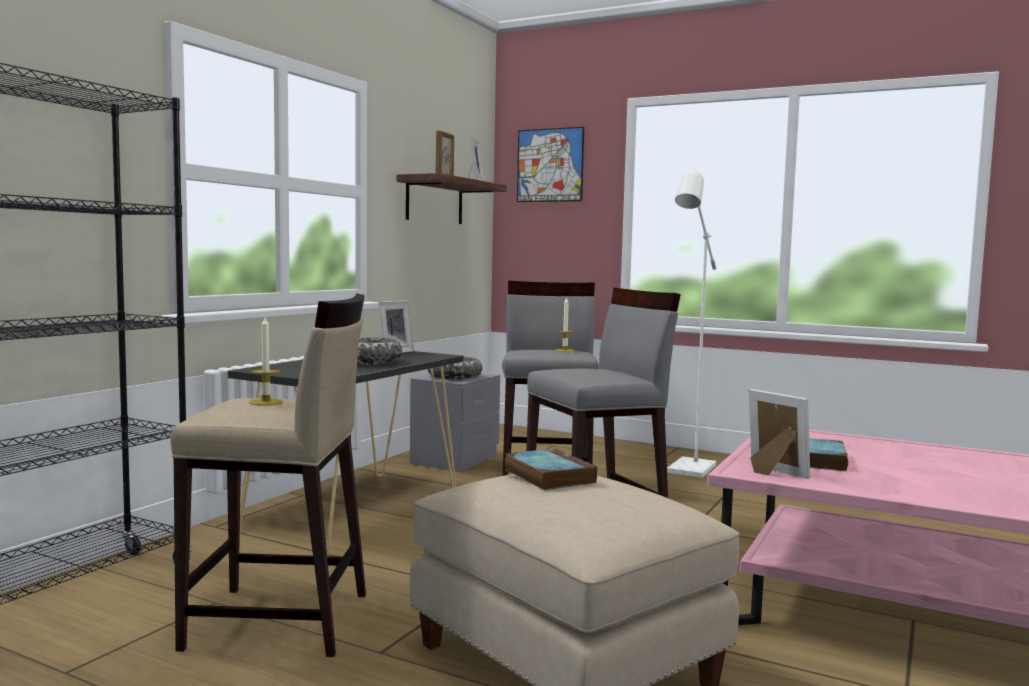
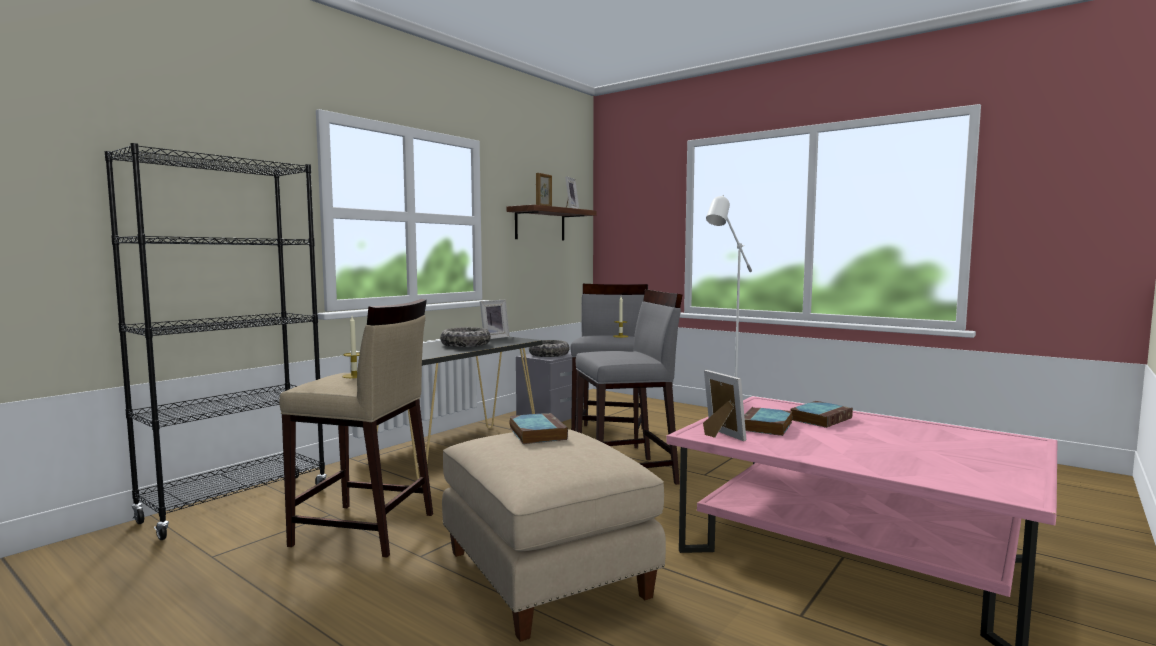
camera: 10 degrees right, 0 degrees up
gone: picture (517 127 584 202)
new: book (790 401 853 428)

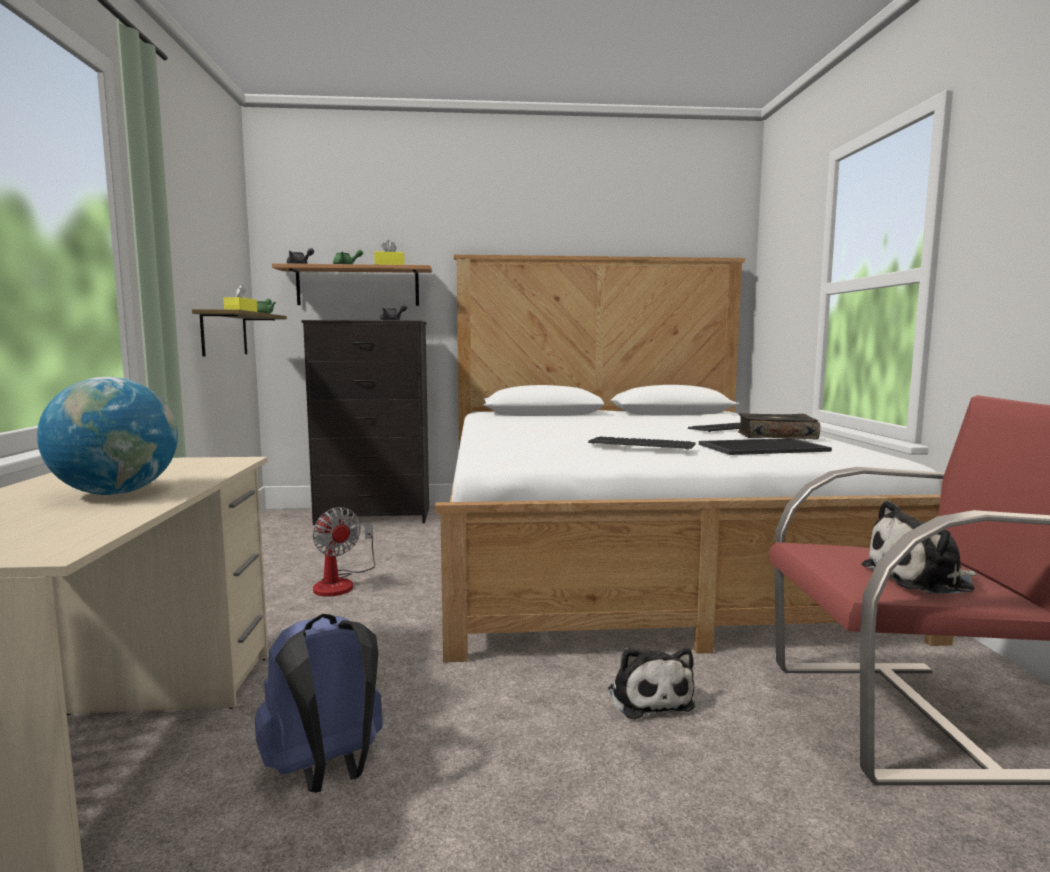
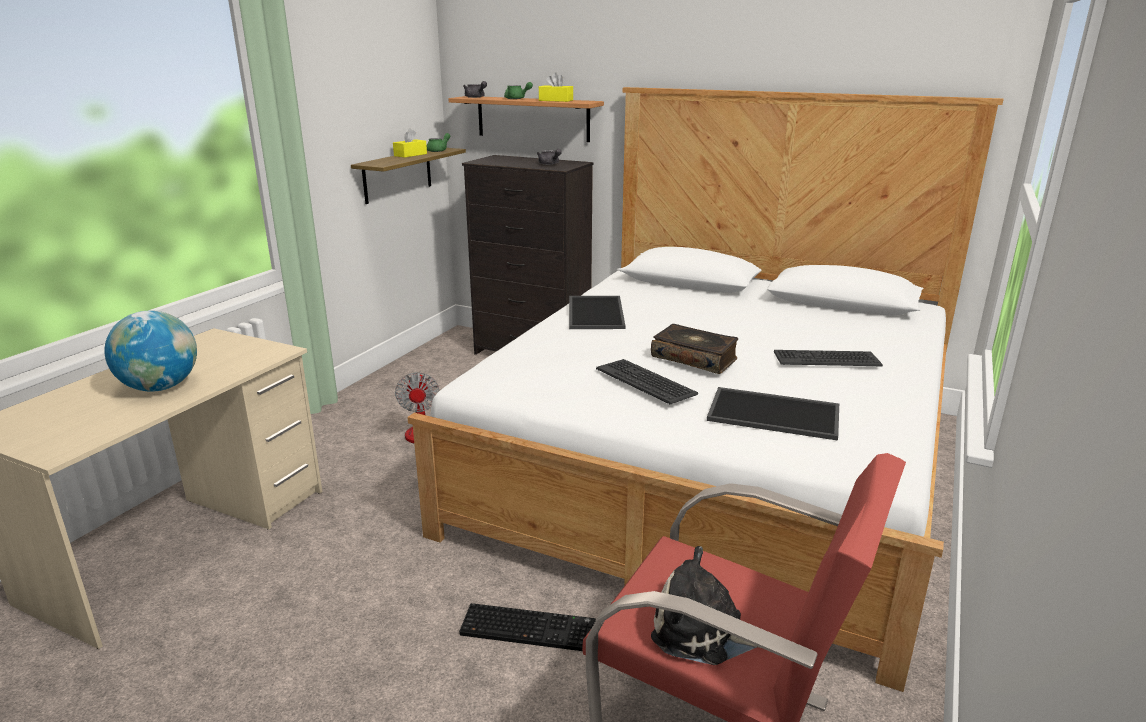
camera: 30 degrees right, 15 degrees up
gone: backpack (blue) (255 614 383 792)
new: tray (569 296 626 329)
shifted: book (737 413 820 440) to (651 324 738 374)
swapped: plush toy (608 648 695 719) to keyboard (459 603 596 651)

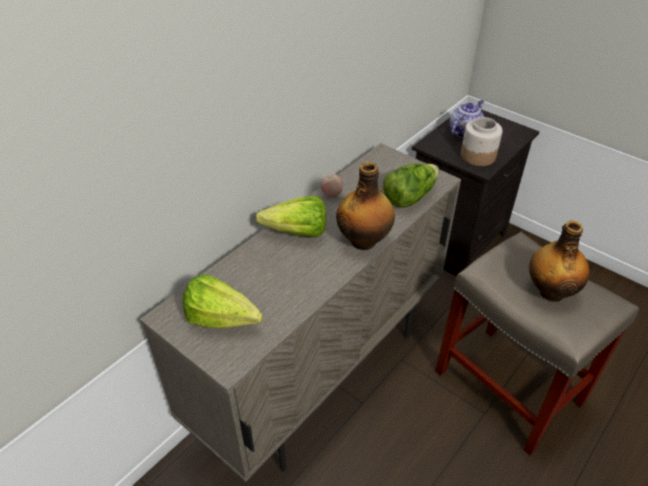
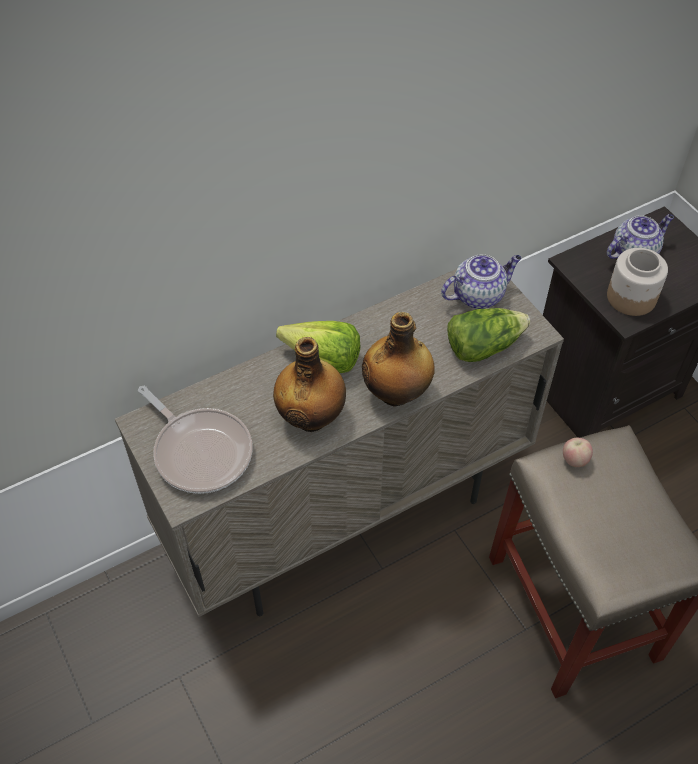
camera: 20 degrees right, 10 degrees up
new: teapot (441 254 522 309)
shifted: bottle (529 220 590 302) to (273 337 346 432); apple (321 175 343 198) to (563 438 593 467)
swapped: lettuce (182 274 263 328) to frying pan (138 386 253 494)

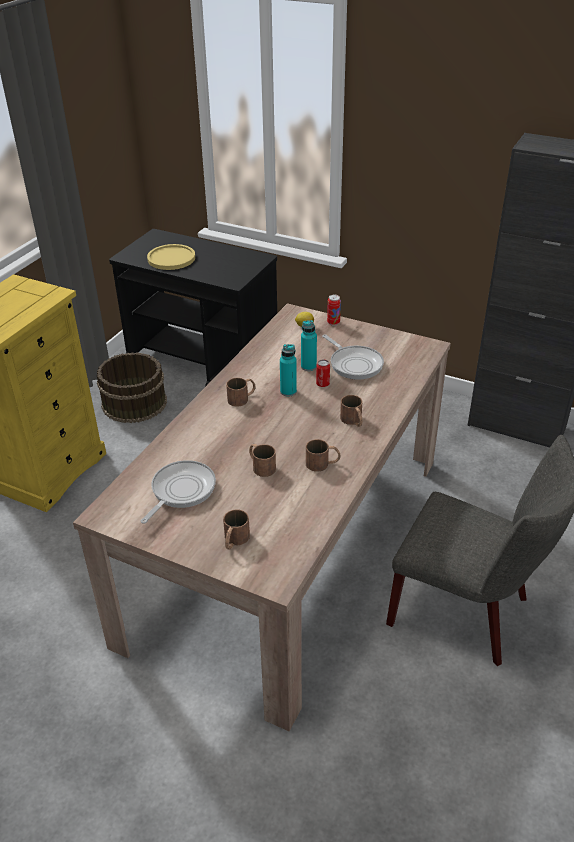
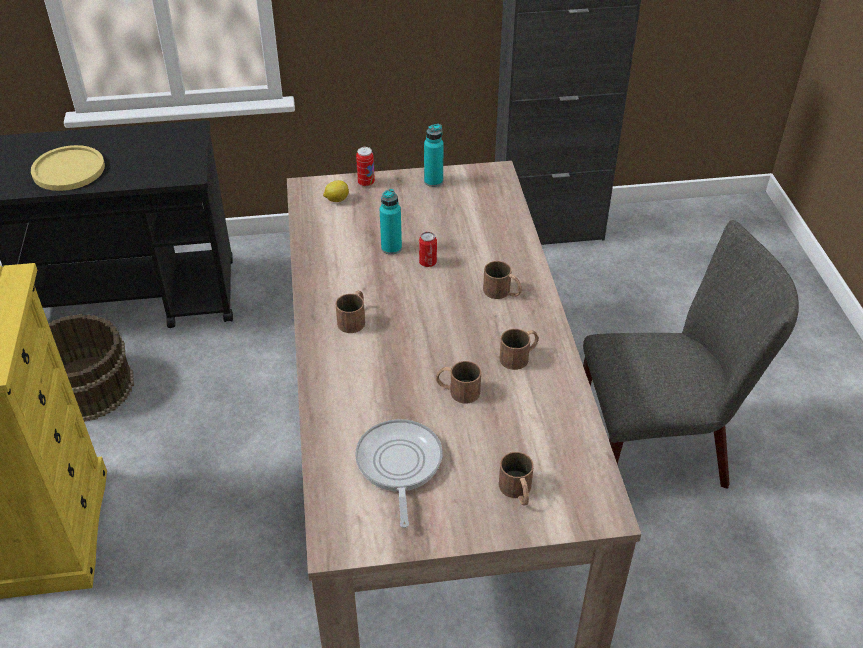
camera: 35 degrees left, 5 degrees up
gone: frying pan (322 334 384 380)
shifted: bottle (turquoise) (280 344 297 397) to (424 124 444 187)

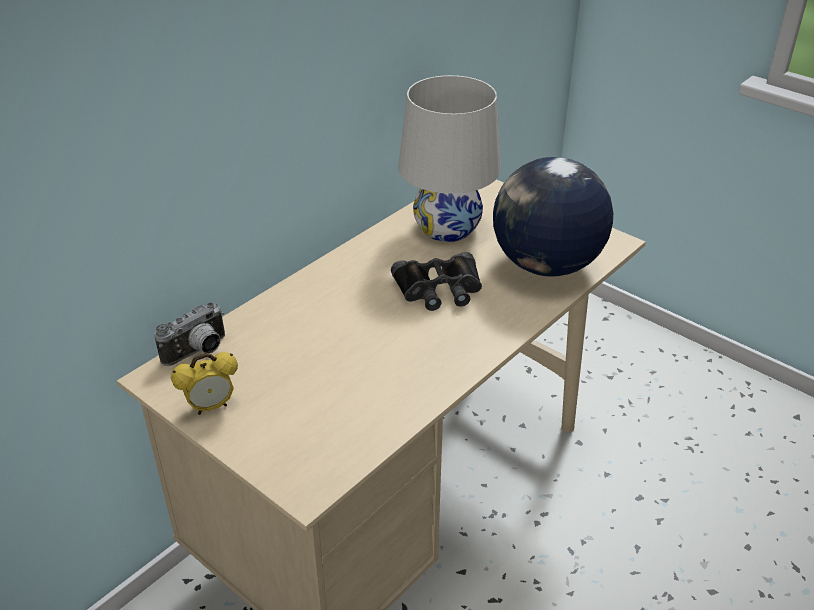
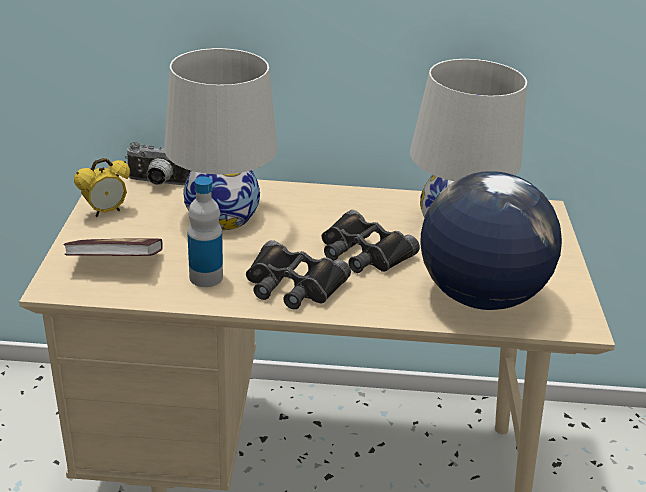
camera: 50 degrees right, 5 degrees down
new: book (63 238 162 256); table lamp (white) (164 48 277 230); bottle (187 177 223 287); binoculars (black) (246 240 351 309)
rotated: alarm clock (171 352 238 415) = (74 158 130 217) 60 degrees counterclockwise

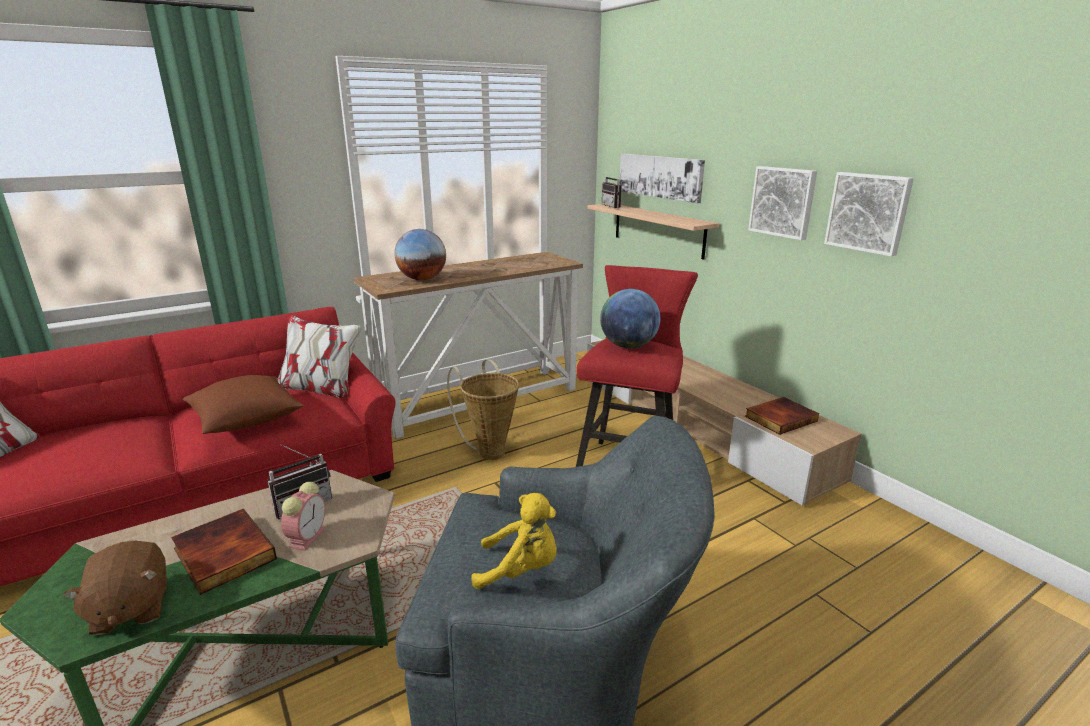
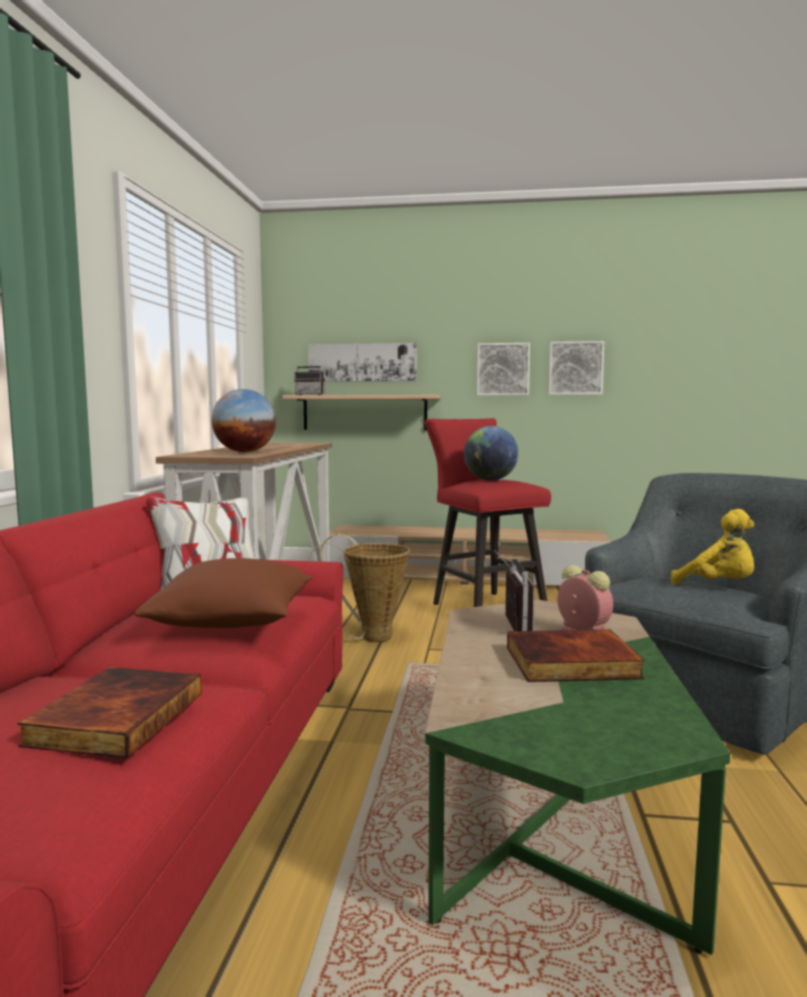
camera: 50 degrees left, 15 degrees down
gone: plush toy (brown) (63 541 167 635)
shifted: book (745 397 819 435) to (17 667 202 758)
rotated: plush toy (yellow) (471 493 557 589) = (671 509 754 585) 90 degrees clockwise

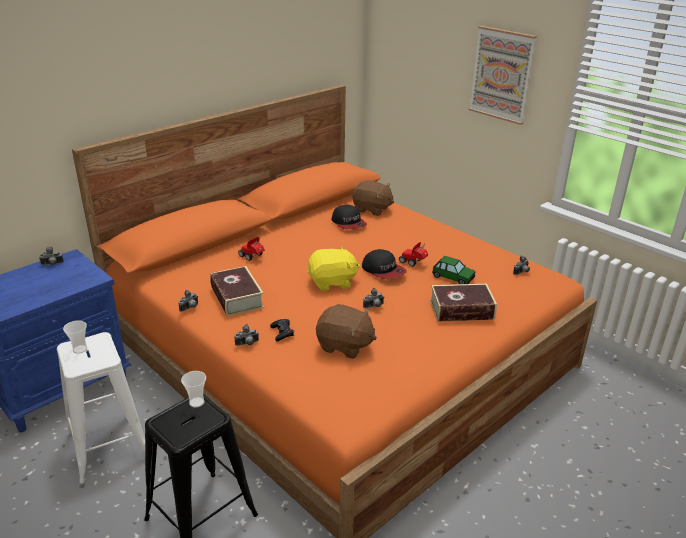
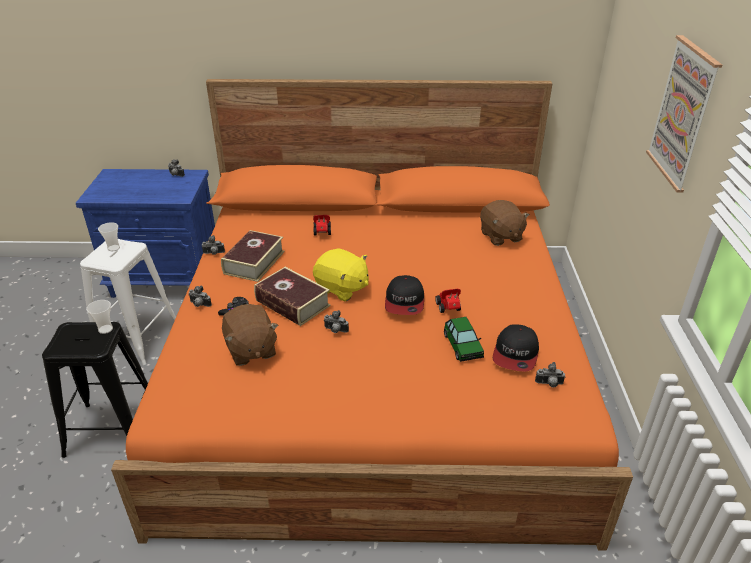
camera: 45 degrees right, 5 degrees up
shifted: book (430 284 497 322) to (254 267 330 326); cap (331 205 367 229) to (493 325 539 372)

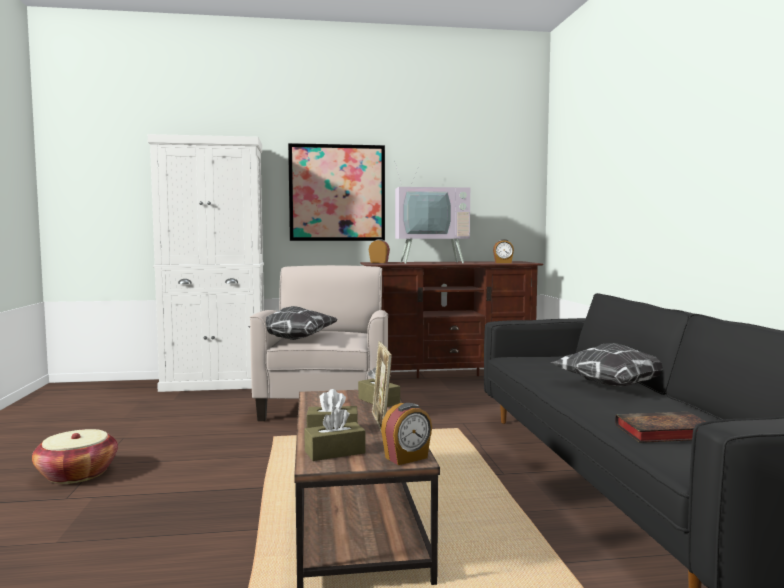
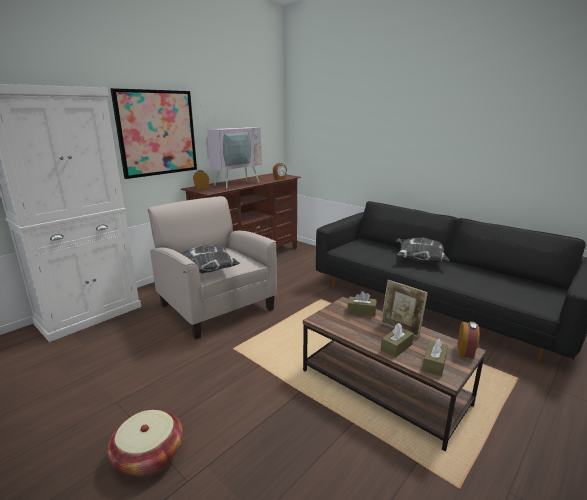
camera: 40 degrees left, 15 degrees up
gone: book (615 412 706 443)

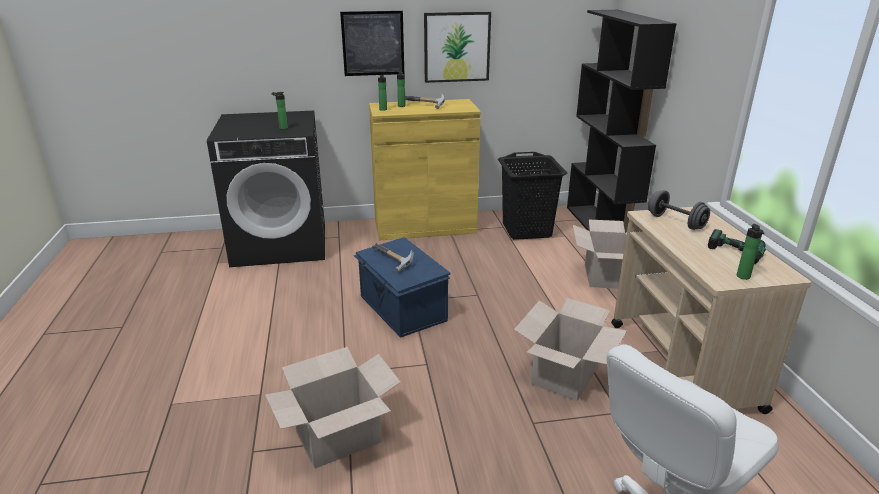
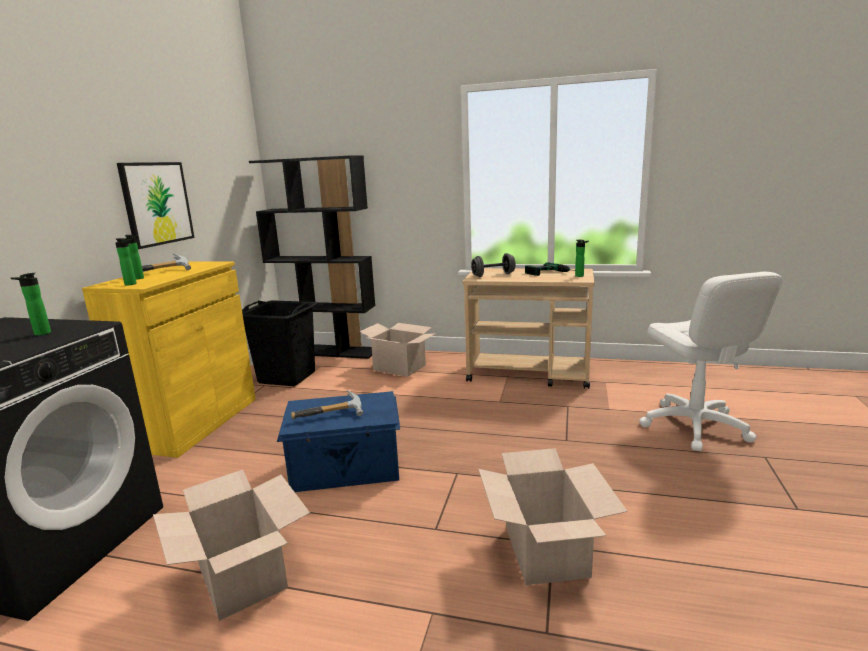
camera: 65 degrees left, 10 degrees down
gone: picture (340 11 404 76)
shifted: cardboard box (514 298 627 401) to (153 470 310 621)

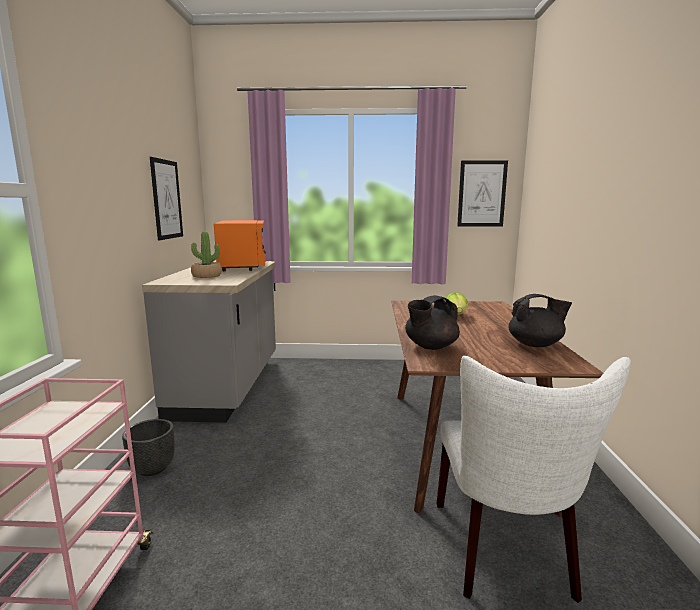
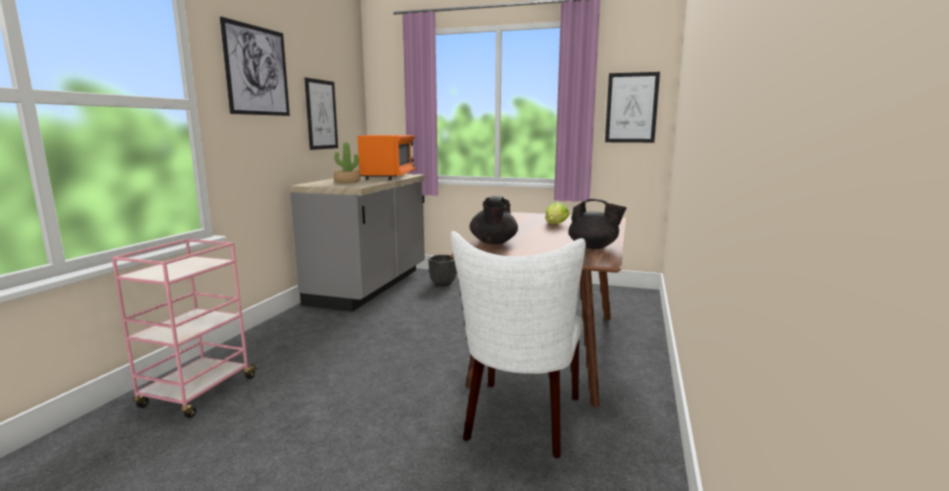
camera: 15 degrees right, 0 degrees up
new: picture (220 17 290 116)
shifted: planter (black) (122 419 175 476) to (428 255 457 286)
rotated: teapot (black) (405 295 460 350) = (470 196 518 244) 60 degrees counterclockwise

